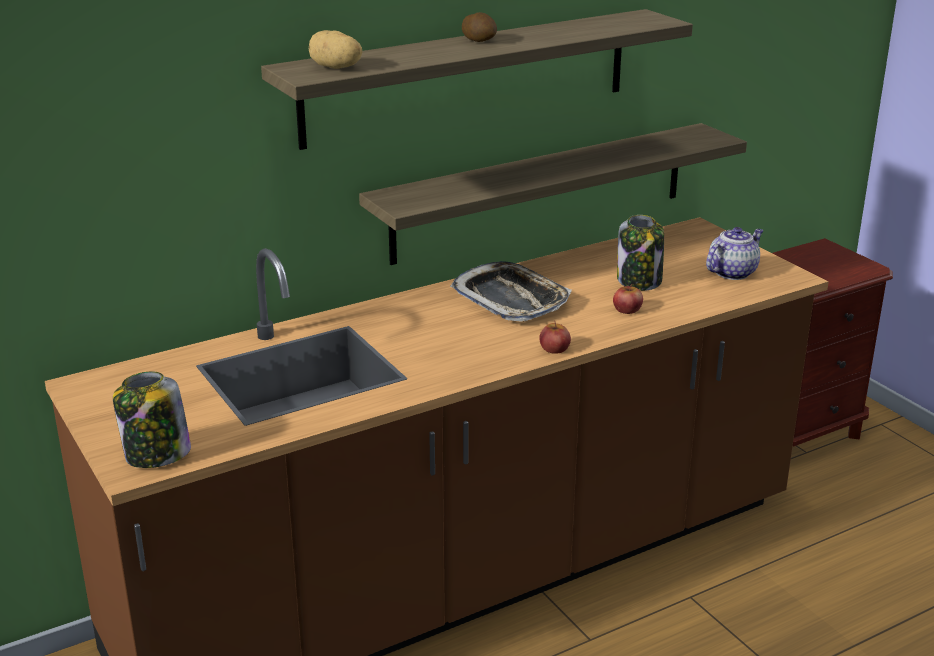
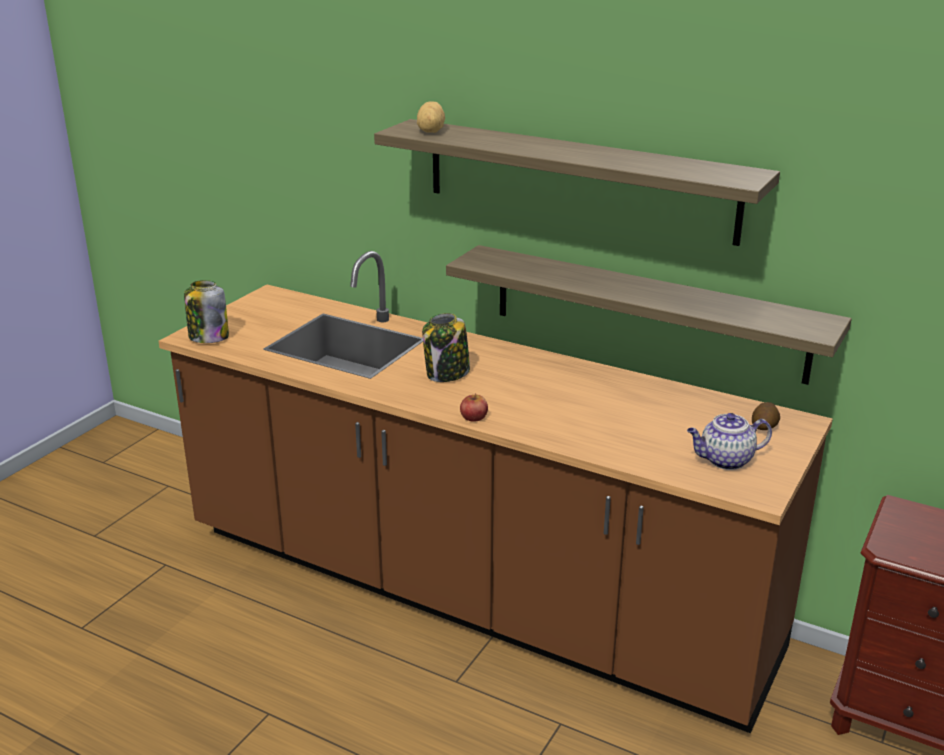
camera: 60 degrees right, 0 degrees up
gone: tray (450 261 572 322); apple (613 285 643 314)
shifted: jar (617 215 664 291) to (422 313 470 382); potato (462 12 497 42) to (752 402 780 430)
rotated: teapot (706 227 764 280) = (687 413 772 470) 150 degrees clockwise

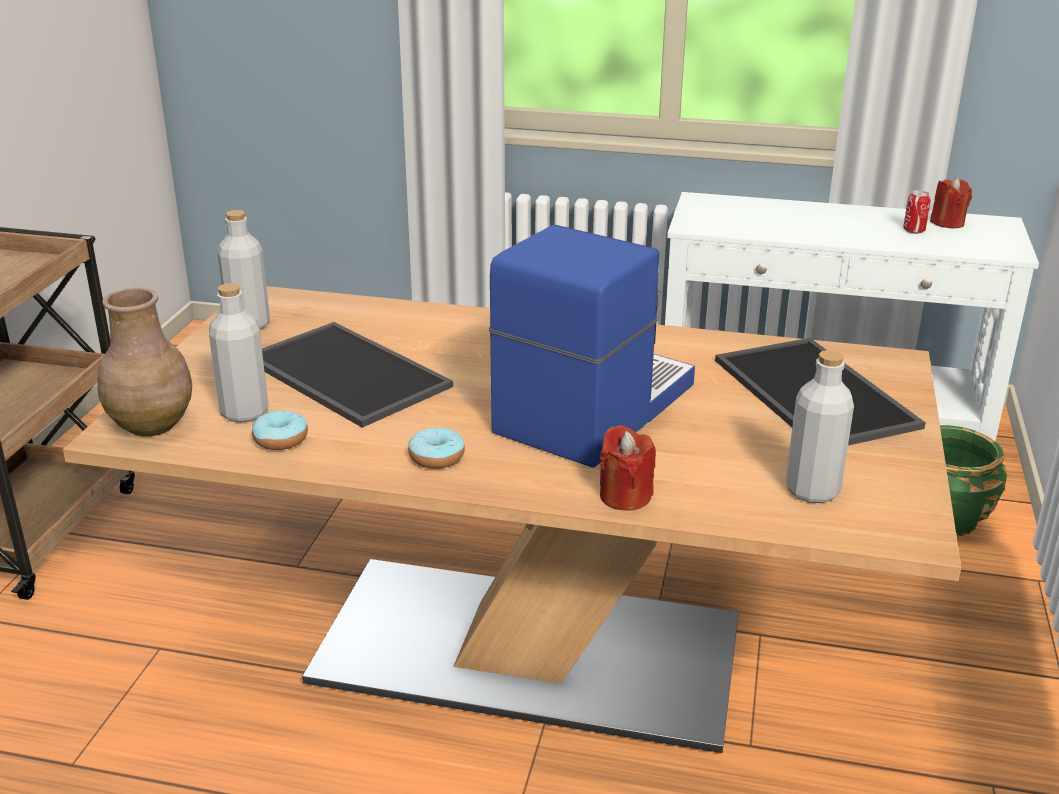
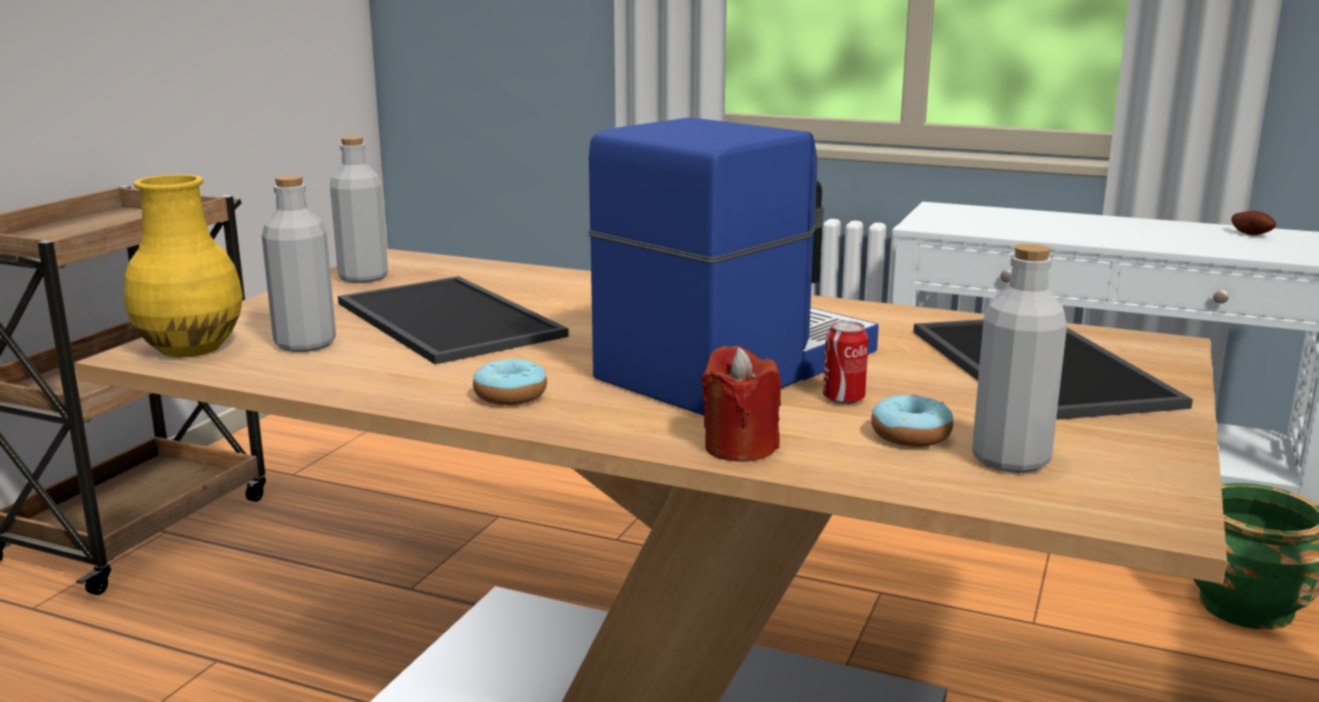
camera: 10 degrees right, 10 degrees down
shifted: can (903 190 931 234) to (823 321 868 404); donut (252 410 308 450) to (871 394 953 447)
swapped: candle (red) (930 177 972 229) to potato (1231 211 1276 235)
repainted: vase (brown) (97 288 192 437) to vase (yellow) (124 175 243 357)

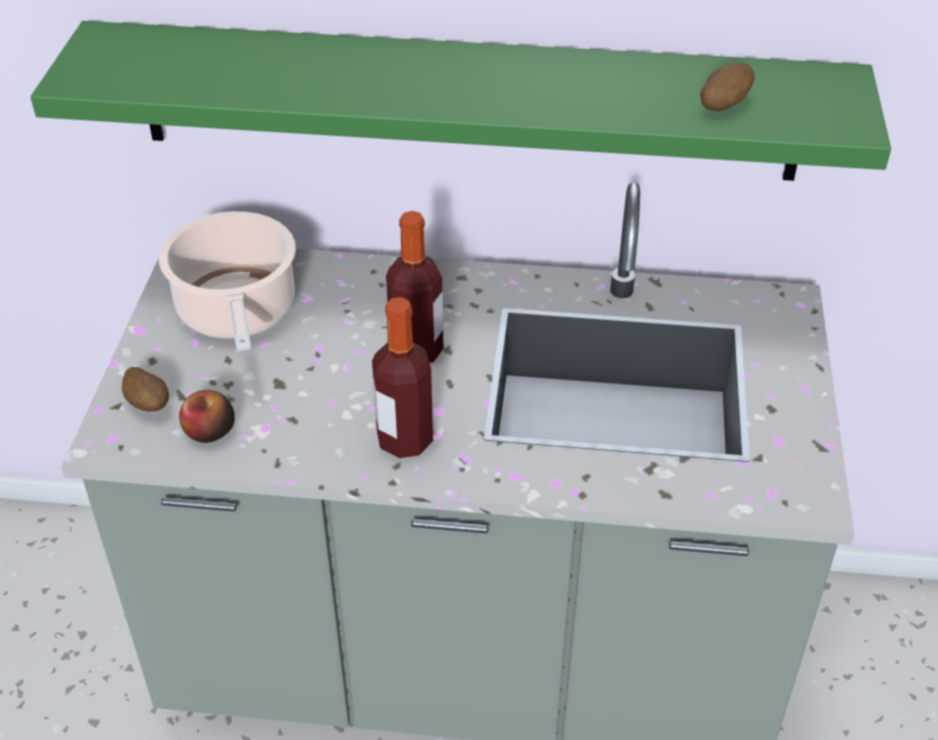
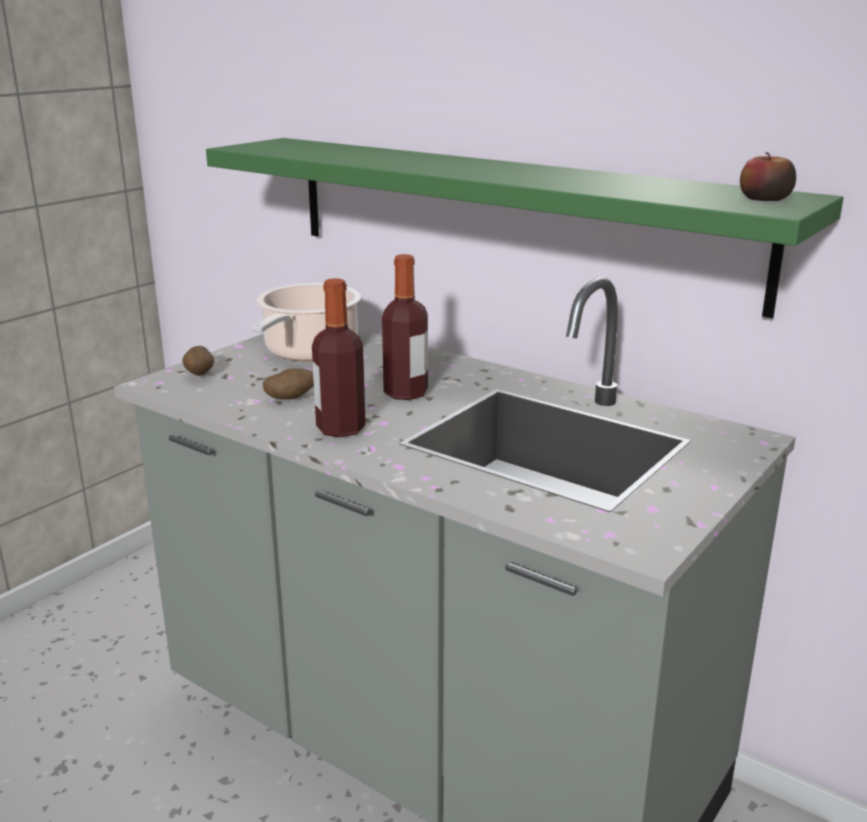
camera: 30 degrees right, 20 degrees down
shifted: potato (700 62 754 111) to (263 368 314 400); apple (179 390 235 443) to (740 152 796 201)

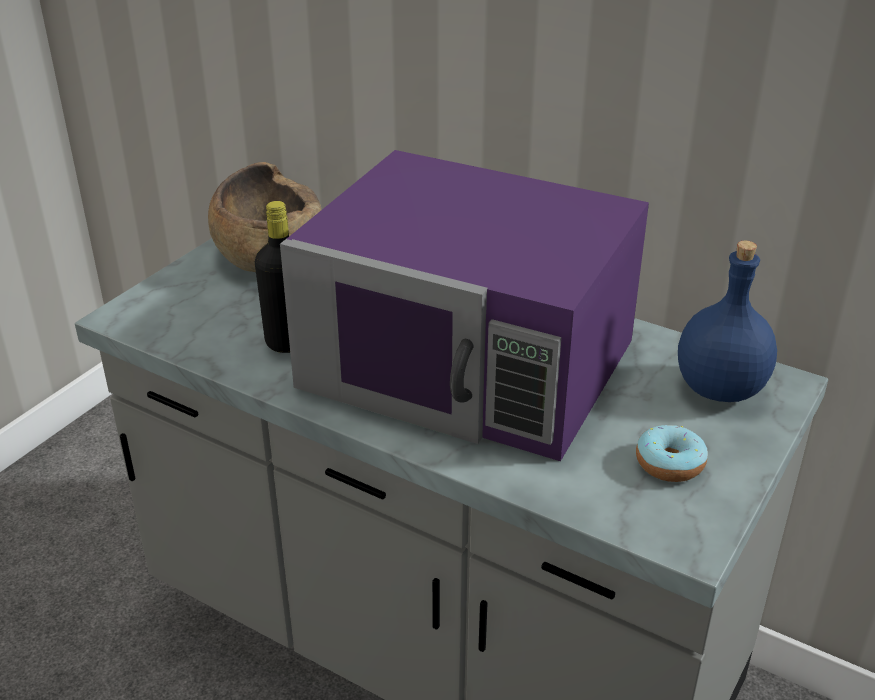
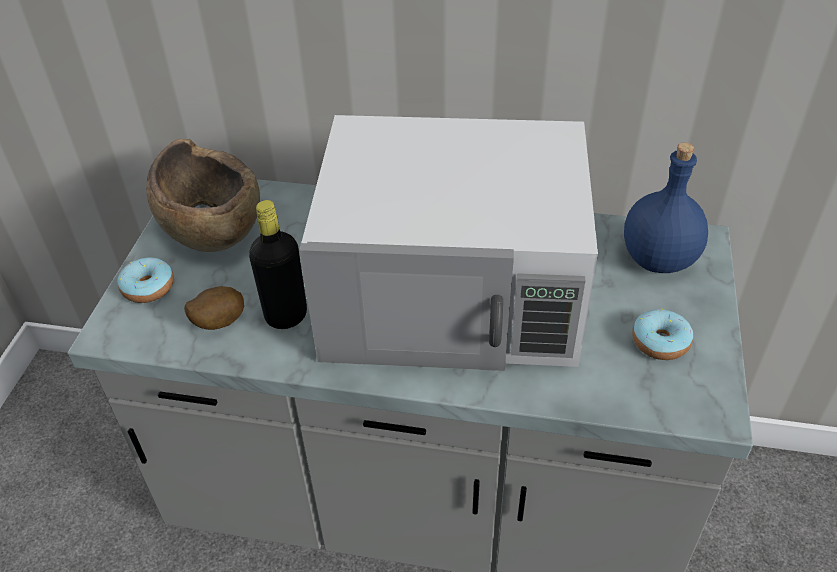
camera: 20 degrees left, 10 degrees up
new: donut (117 257 174 303); potato (184 286 244 330)
repainted: microwave (purple) (280 150 649 461) to microwave (white) (299 115 598 371)

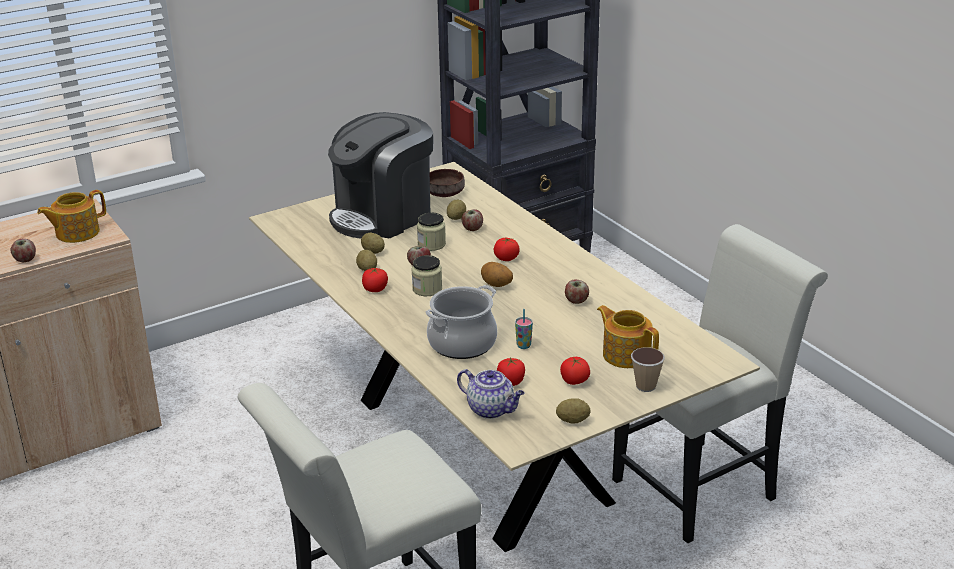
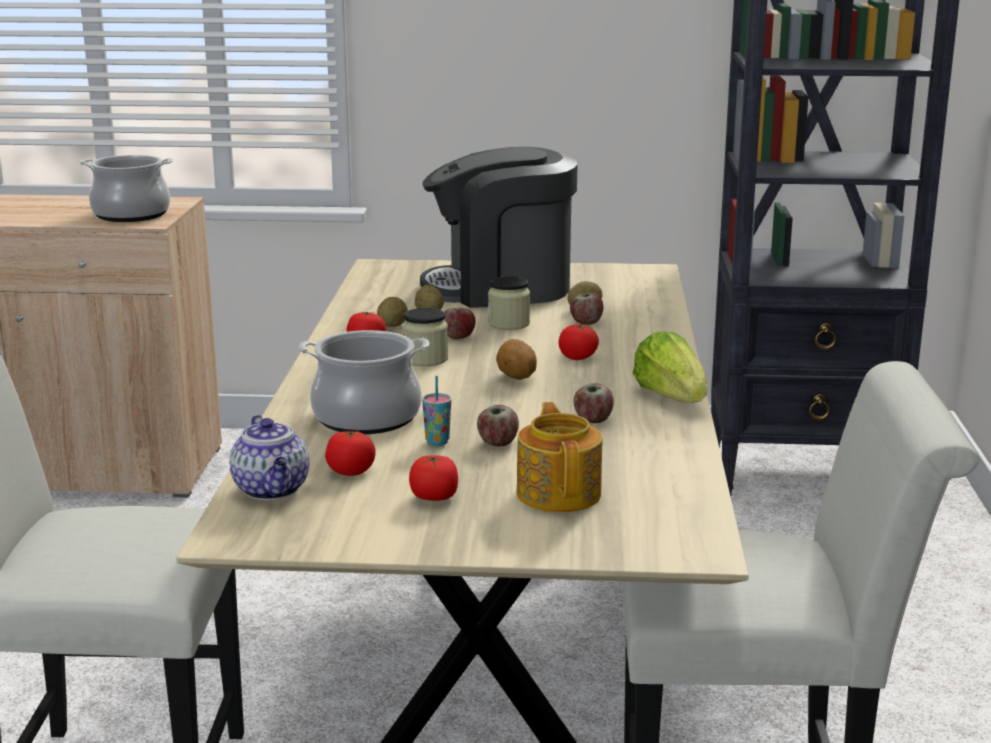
camera: 35 degrees right, 10 degrees down
gone: bowl (brown) (430 169 465 197); potato (556 398 591 424); cup (631 347 665 392)
new: lettuce (633 331 707 403)
shifted: apple (11 239 36 262) to (477 405 519 447)
swapped: teapot (37 190 106 243) to cooking pot (80 155 173 222)

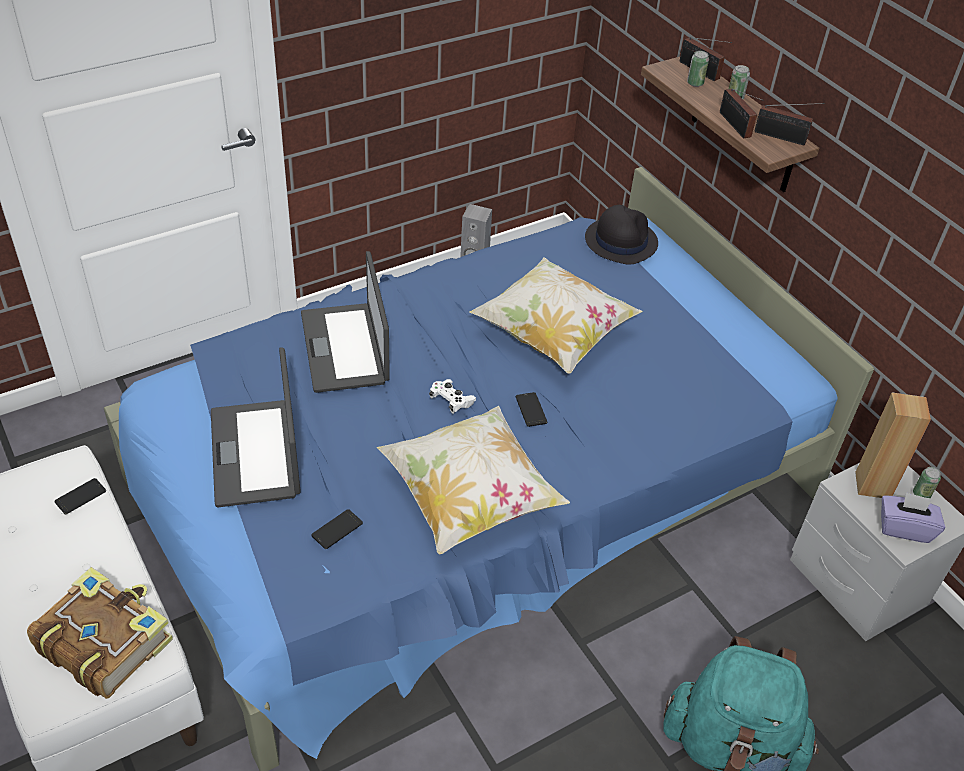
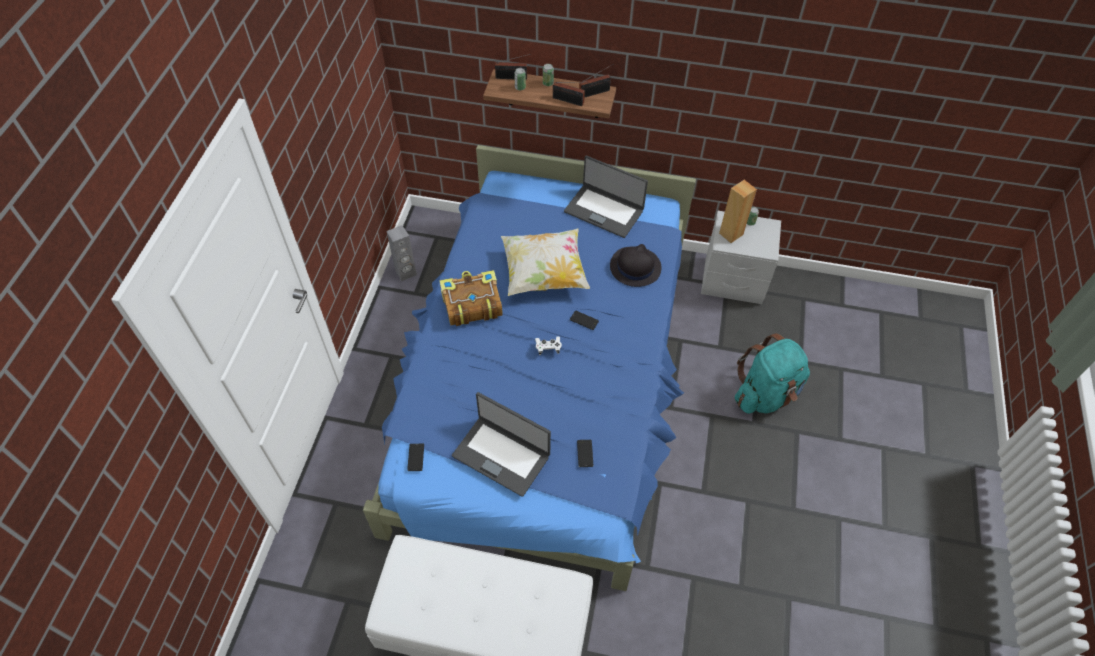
camera: 45 degrees left, 10 degrees up
gone: pillow (376 406 570 554); tissue box (purple) (881 492 945 543)
shifted: phone (54 478 106 514) to (407 444 424 471); book (27 567 173 699) to (439 270 503 326); laptop (301 251 390 393) to (564 156 648 238); hat (black) (585 205 658 265) to (610 244 662 287)

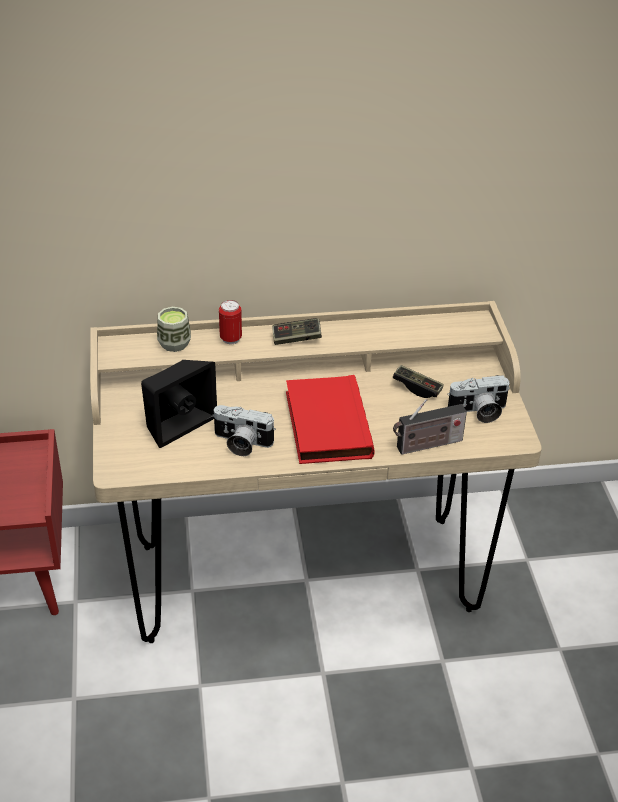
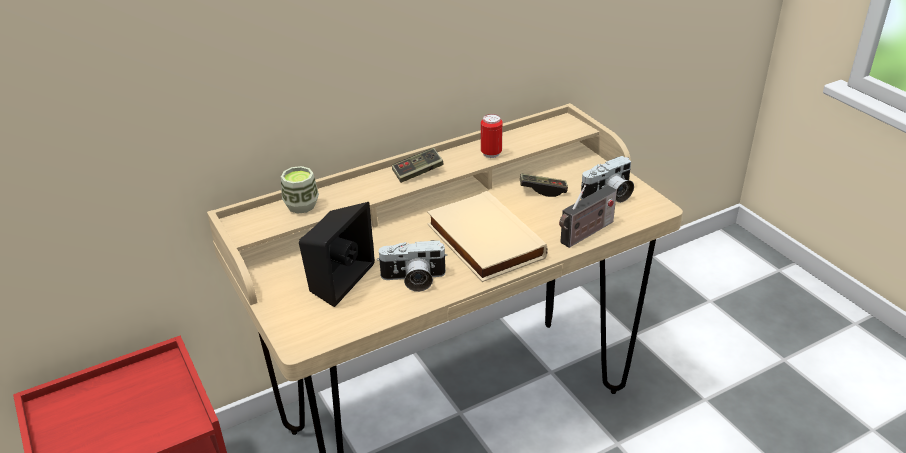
camera: 20 degrees left, 5 degrees down
shifted: can (219 300 242 344) to (481 114 503 158)
repainted: book (red) (286 375 375 464) to book (beige) (427 191 548 282)

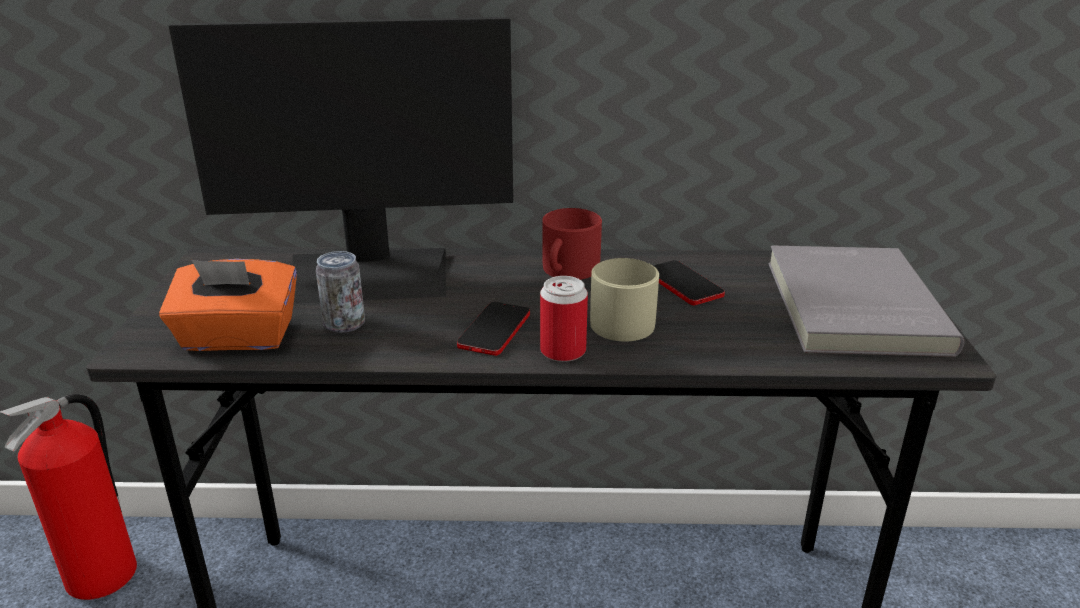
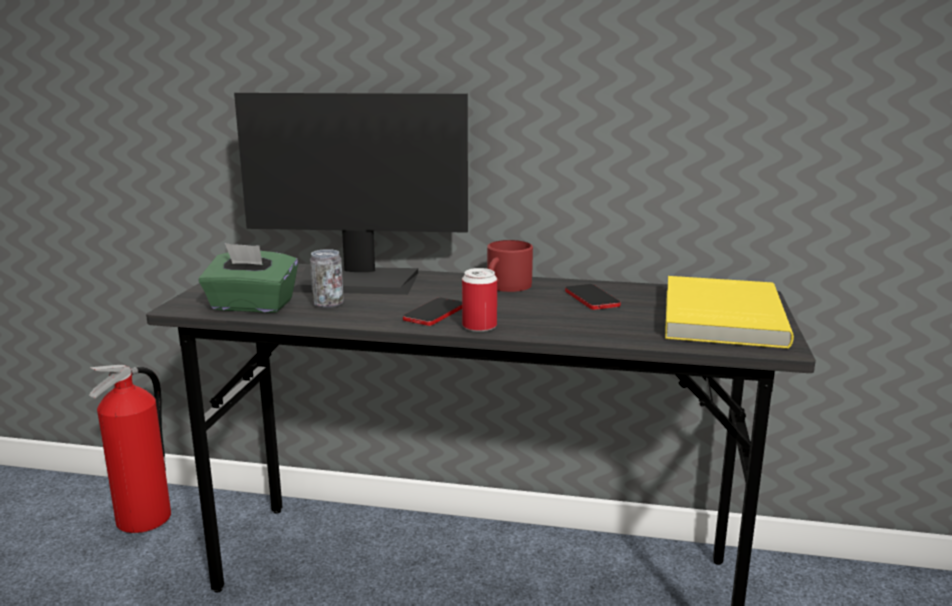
camera: 10 degrees right, 10 degrees down
gone: mug (beige) (590 258 659 341)
repainted: tissue box (orange) (159 259 297 351) to tissue box (green) (199 243 298 313); book (grey) (768 245 964 357) to book (yellow) (665 276 794 349)

